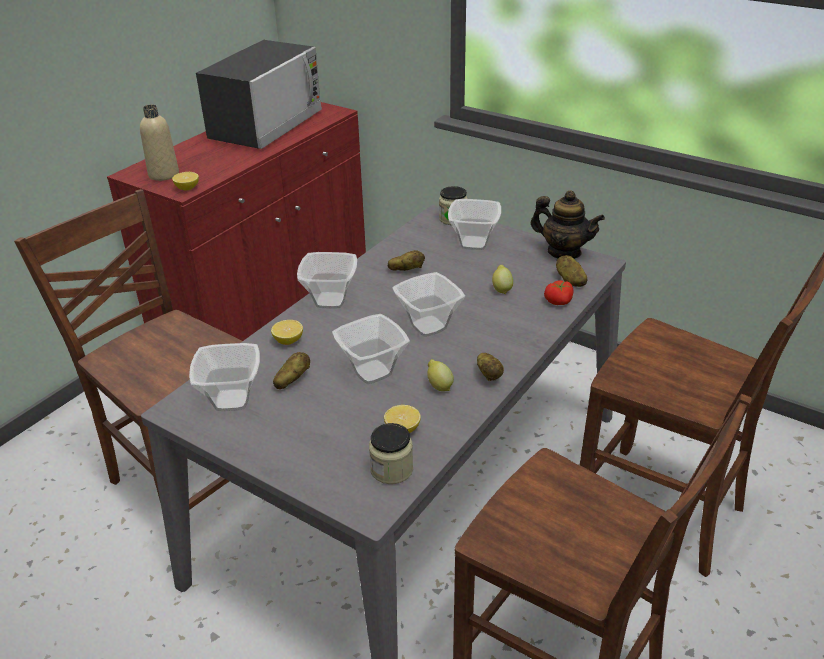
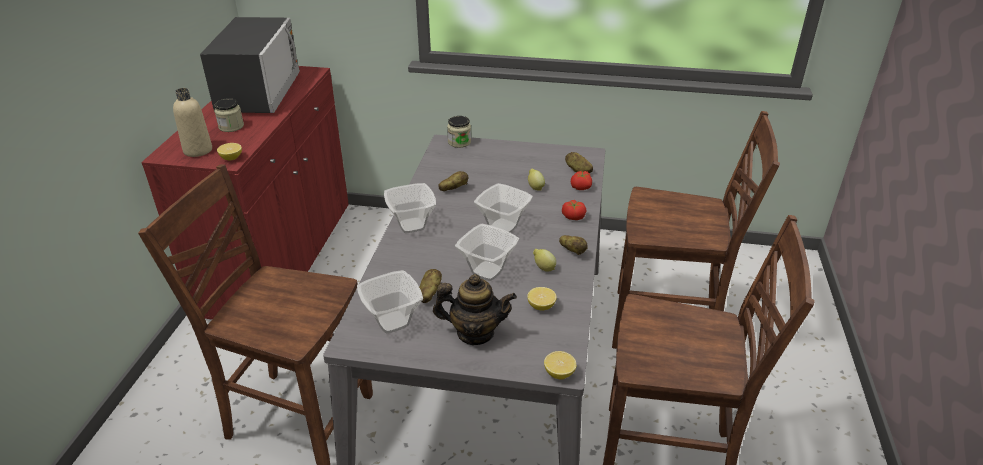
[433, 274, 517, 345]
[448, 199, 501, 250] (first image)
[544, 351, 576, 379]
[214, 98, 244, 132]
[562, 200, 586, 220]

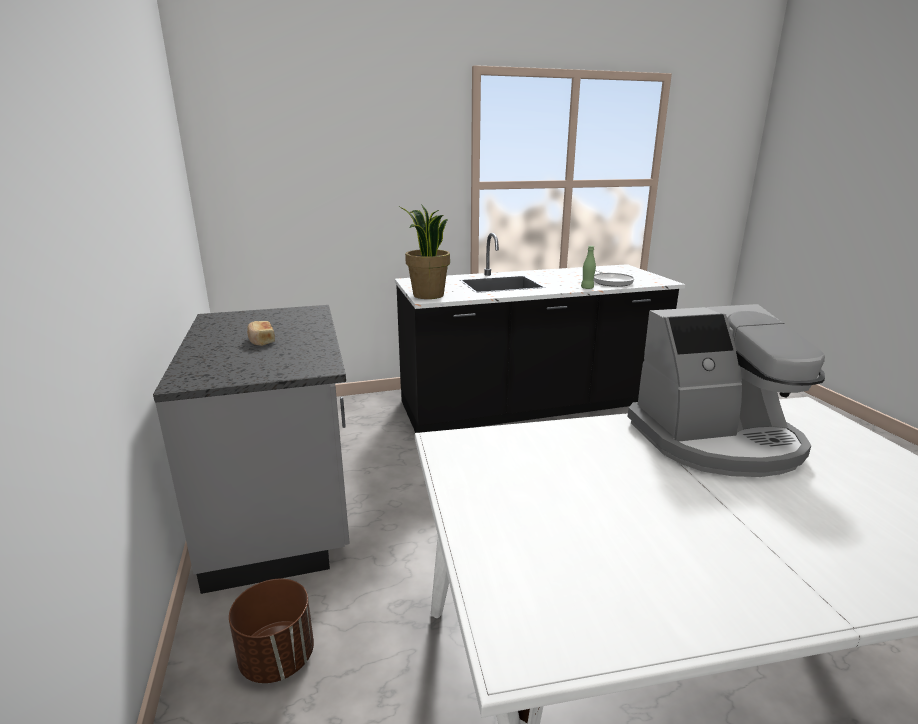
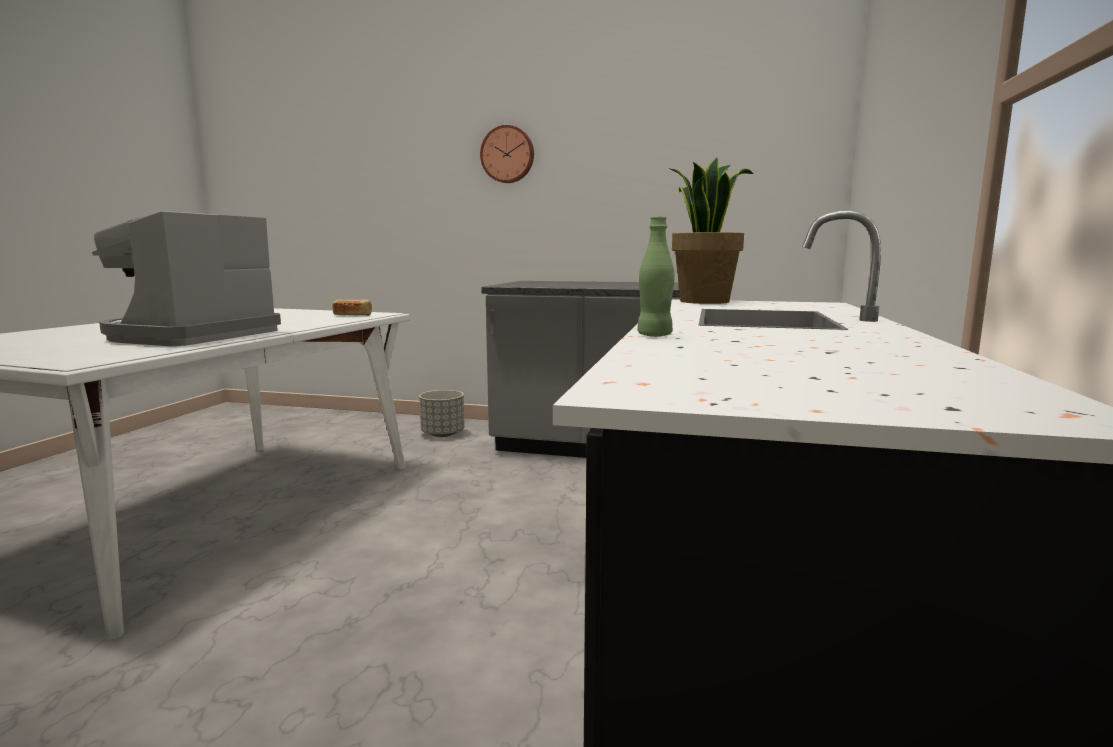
[594, 270, 635, 287] (first image)
[332, 300, 372, 316]
[419, 390, 465, 437]
[480, 125, 534, 183]

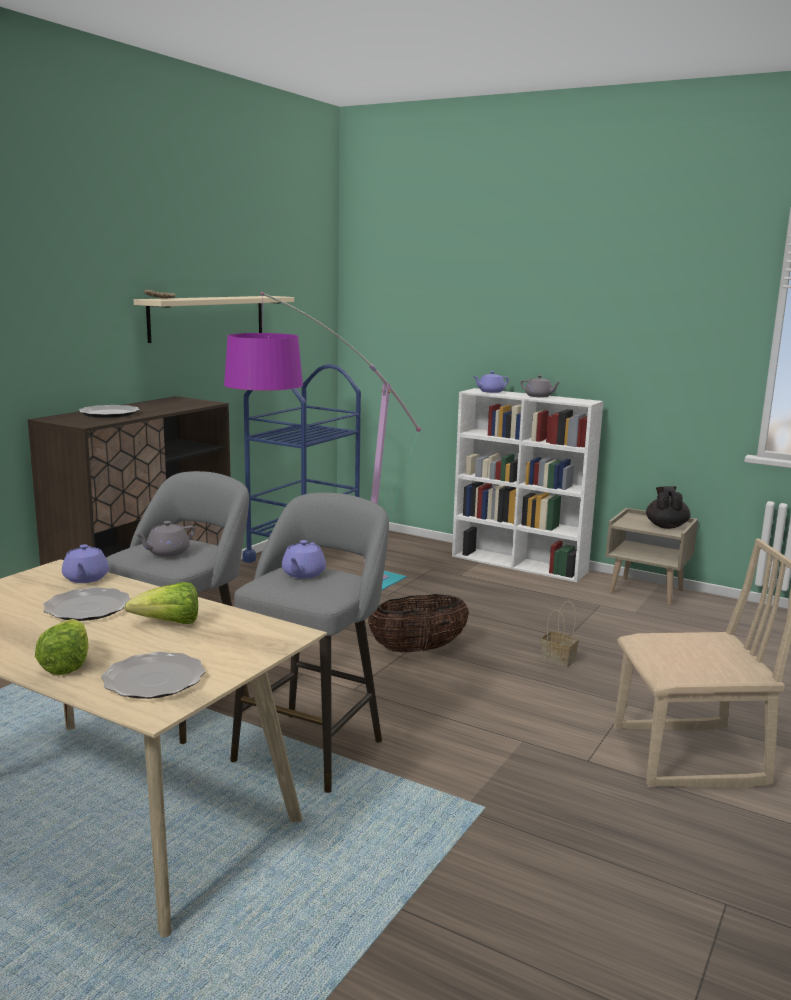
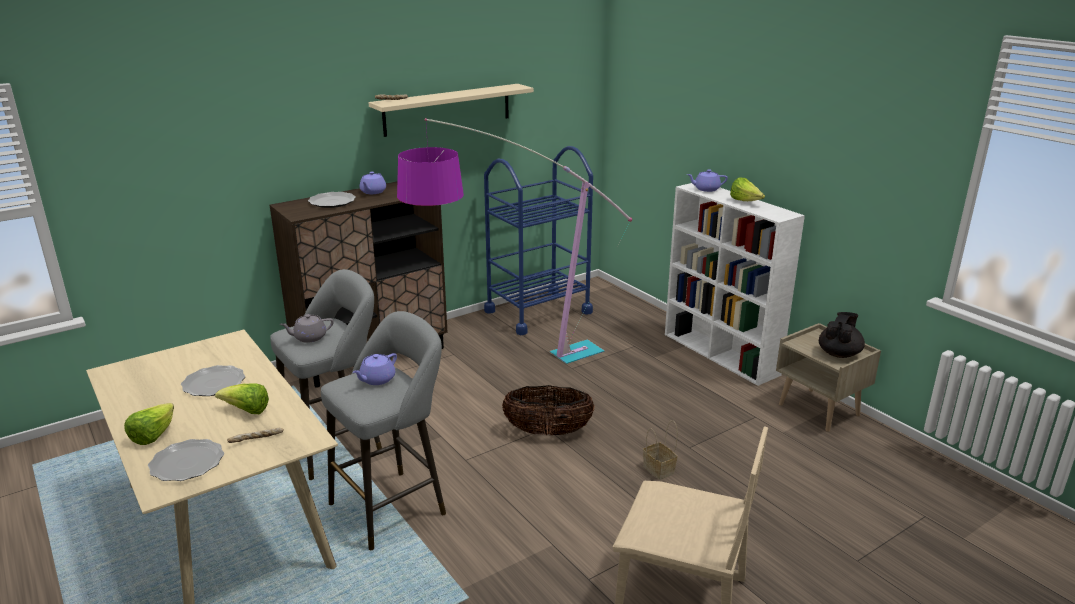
[730, 177, 765, 201]
[360, 172, 386, 194]
[227, 428, 284, 443]

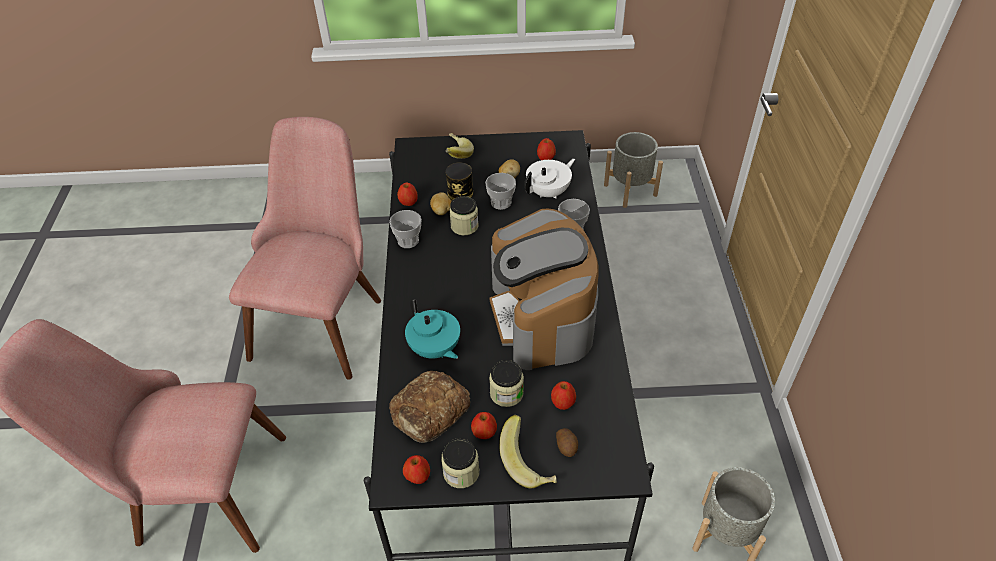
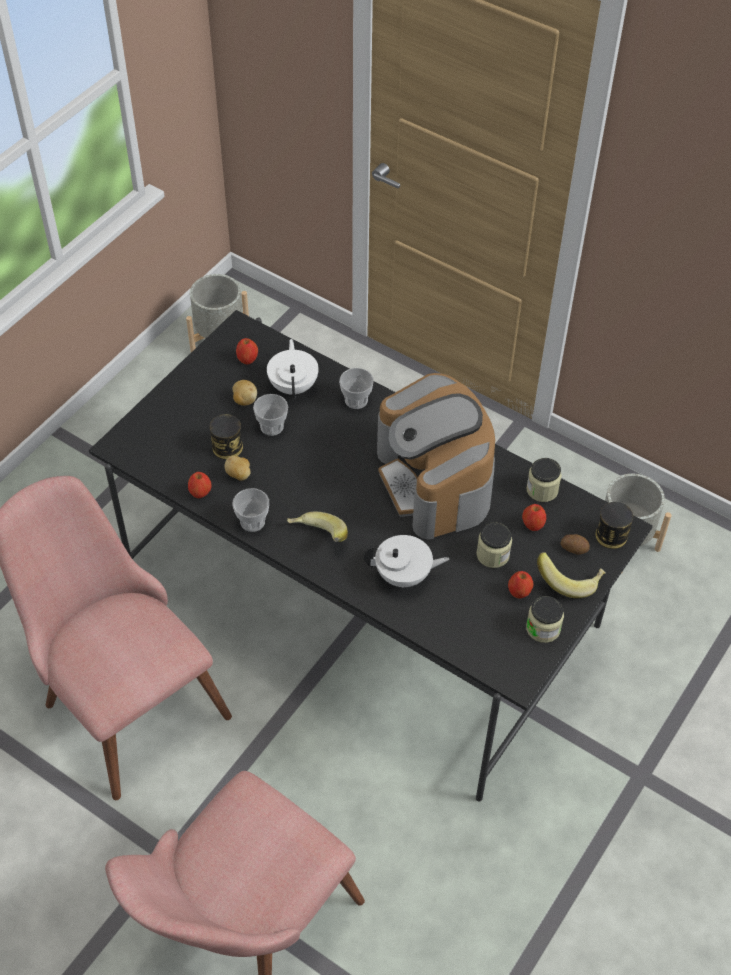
[287, 512, 348, 542]
[526, 458, 562, 502]
[377, 373, 495, 539]
[364, 535, 449, 588]
[389, 371, 471, 443] (first image)
[403, 455, 430, 484] (first image)
[595, 502, 633, 549]

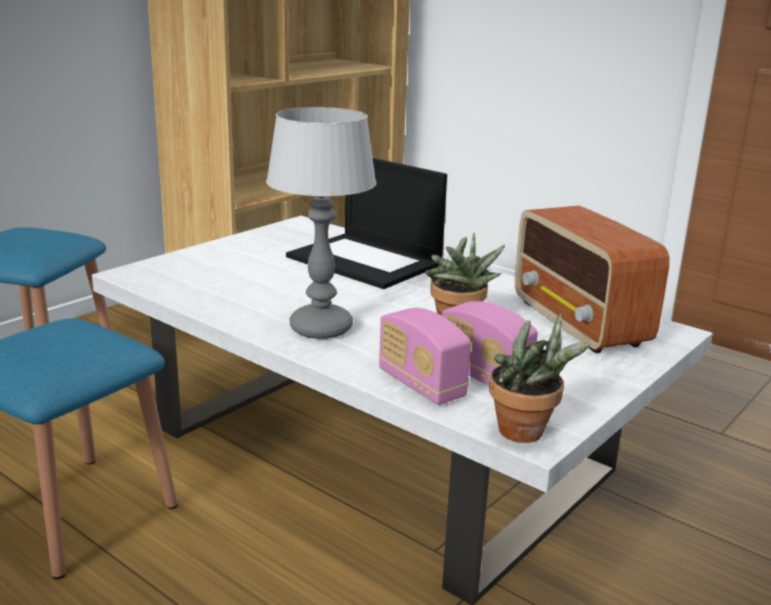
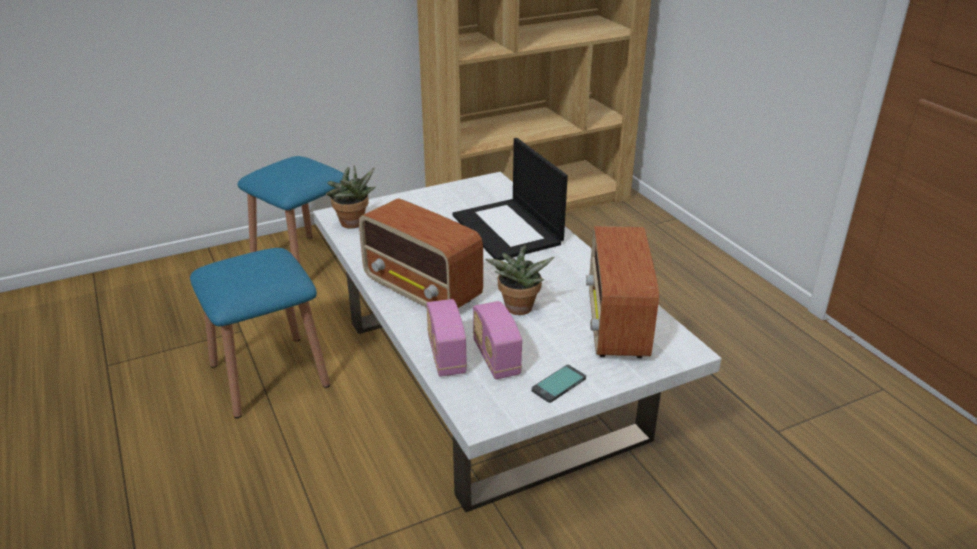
[359, 198, 483, 308]
[326, 165, 375, 229]
[532, 365, 586, 403]

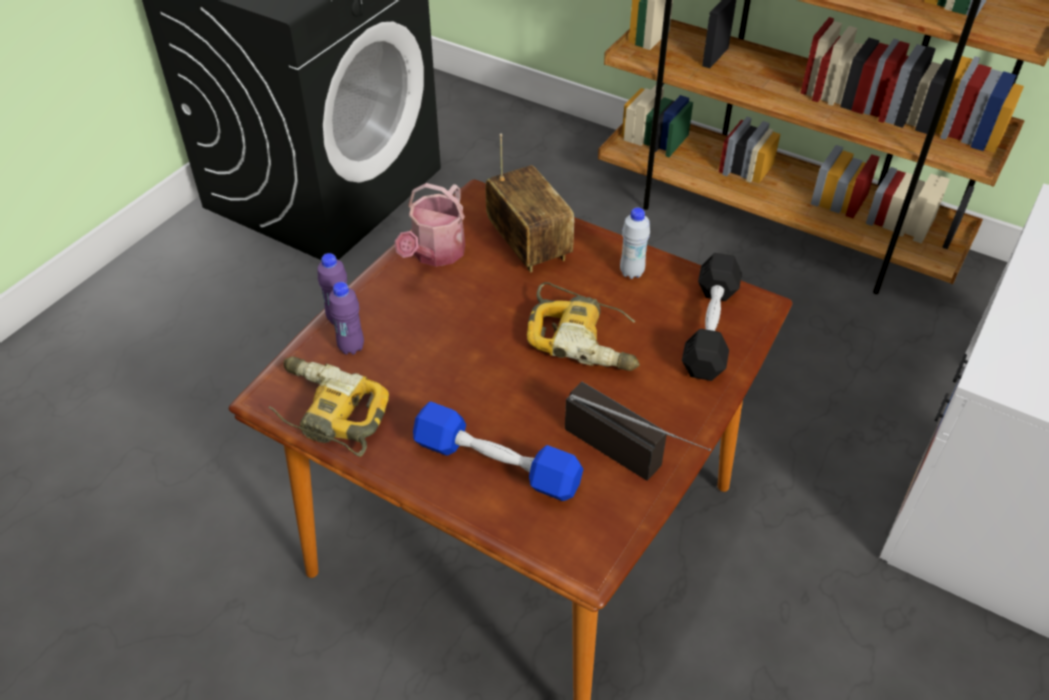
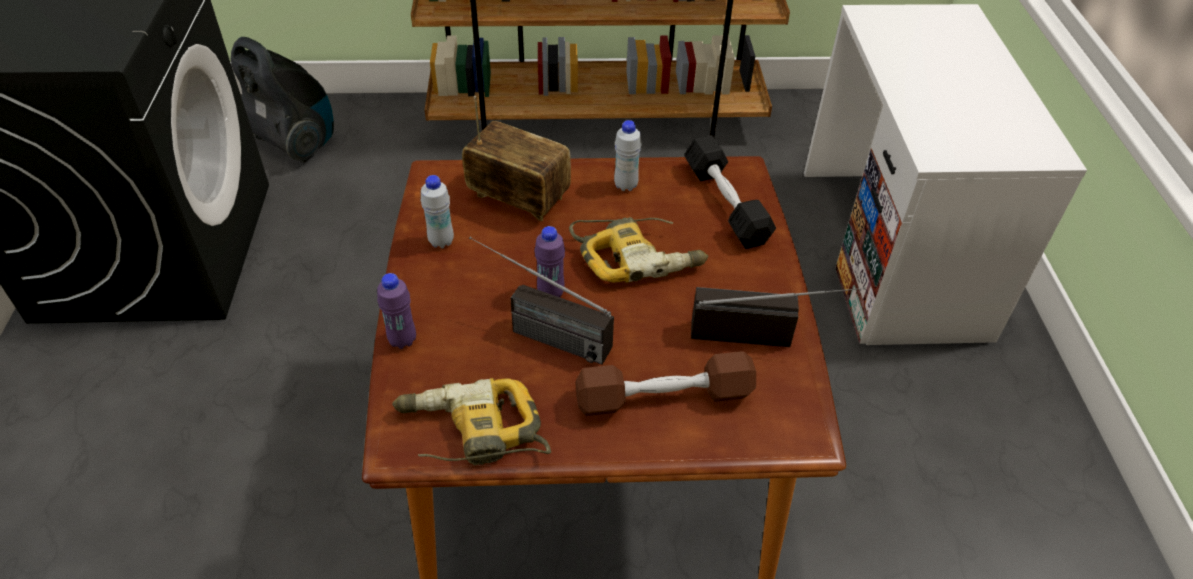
[421, 175, 454, 248]
[535, 226, 565, 297]
[575, 351, 756, 416]
[231, 37, 334, 163]
[469, 237, 614, 365]

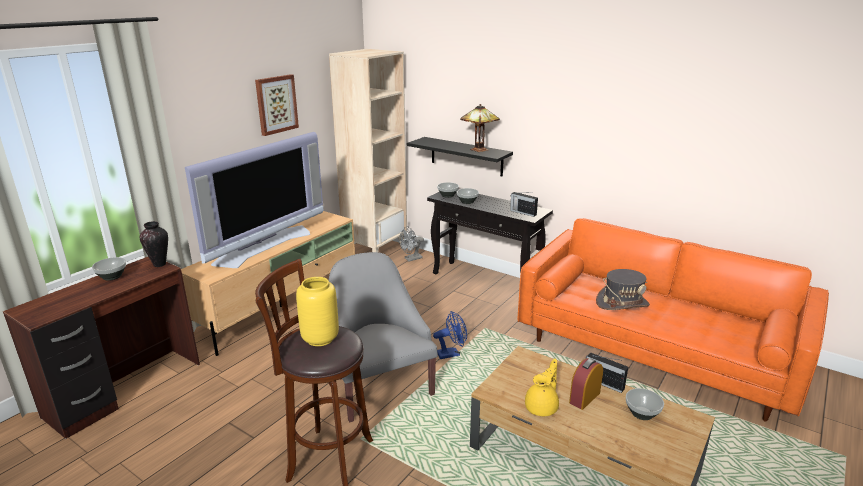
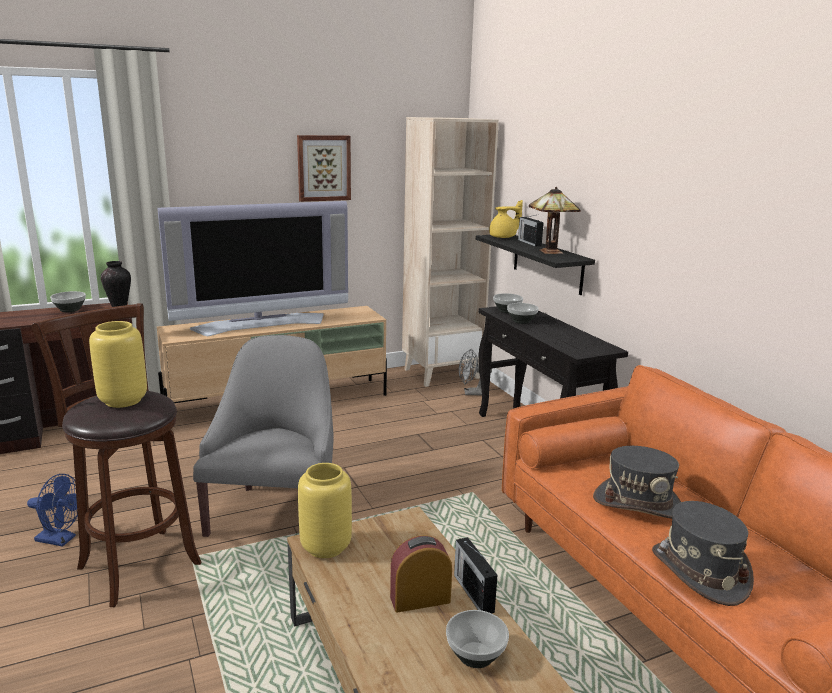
[518, 215, 544, 246]
[27, 474, 78, 547]
[489, 200, 523, 238]
[298, 463, 352, 558]
[652, 501, 754, 606]

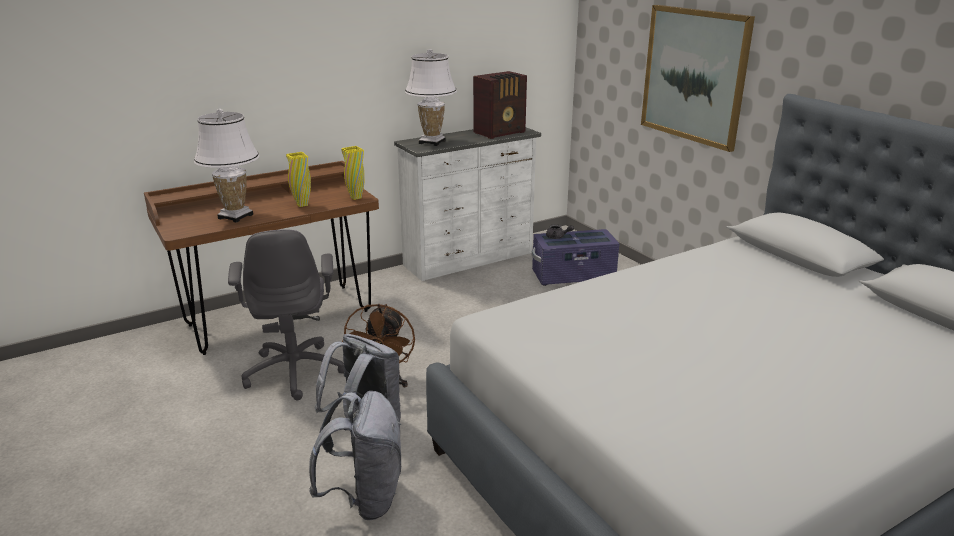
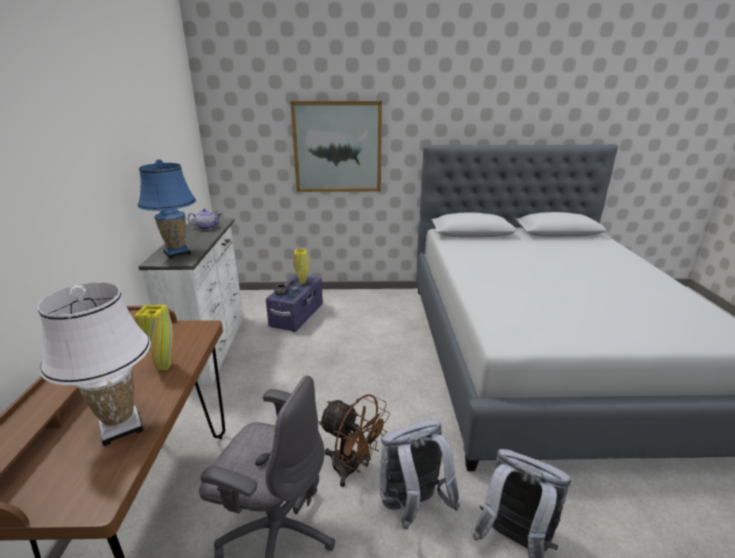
[138, 159, 196, 259]
[188, 208, 222, 230]
[293, 249, 309, 284]

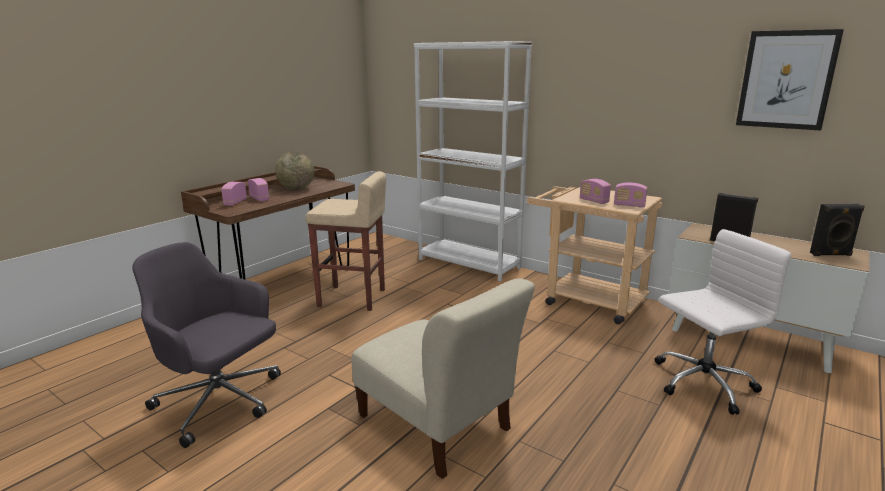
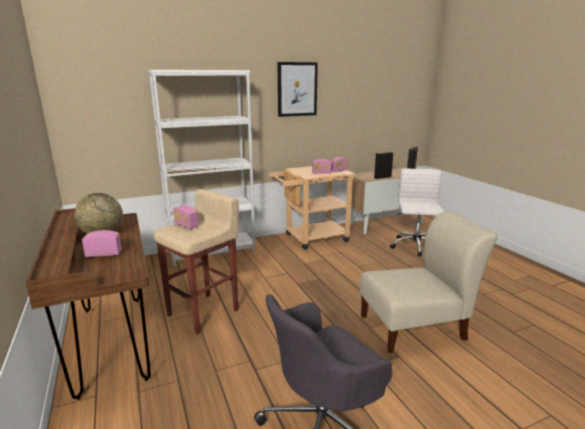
[278, 62, 318, 117]
[173, 205, 198, 229]

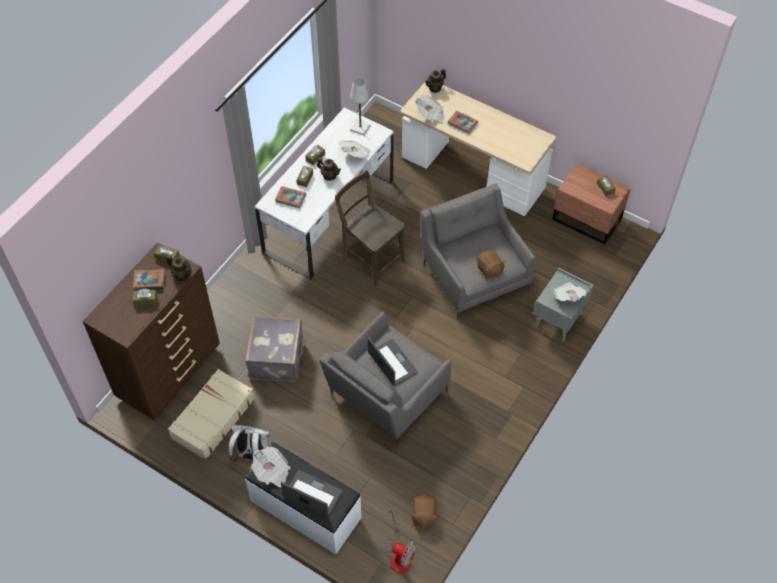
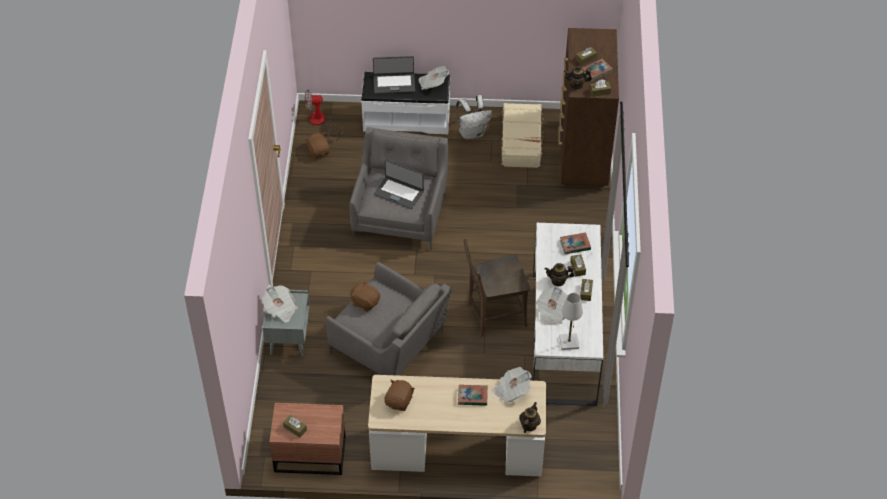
[464, 239, 530, 337]
[245, 316, 306, 382] (first image)
[384, 380, 415, 411]

